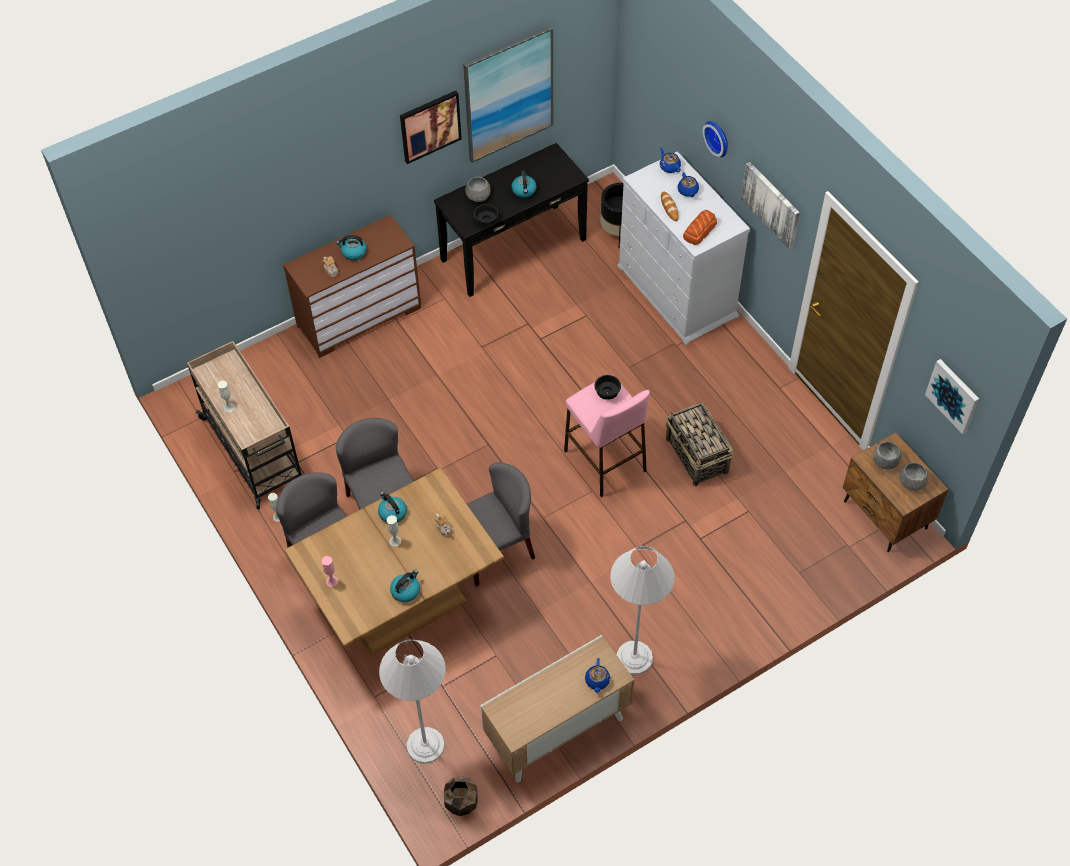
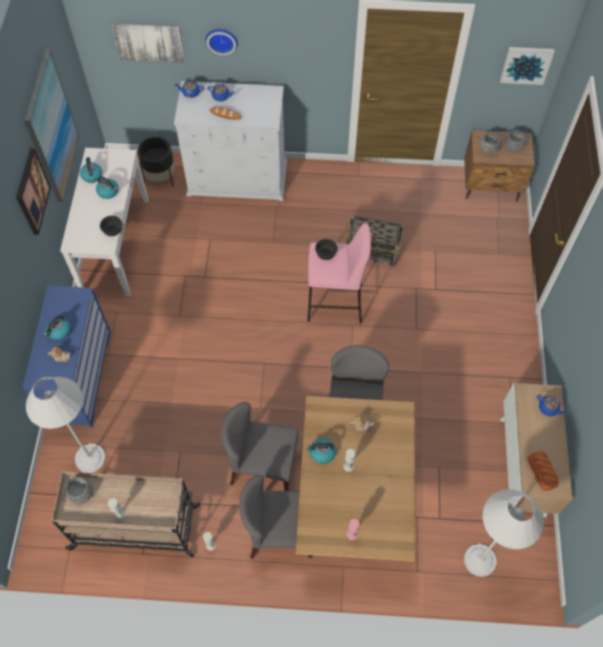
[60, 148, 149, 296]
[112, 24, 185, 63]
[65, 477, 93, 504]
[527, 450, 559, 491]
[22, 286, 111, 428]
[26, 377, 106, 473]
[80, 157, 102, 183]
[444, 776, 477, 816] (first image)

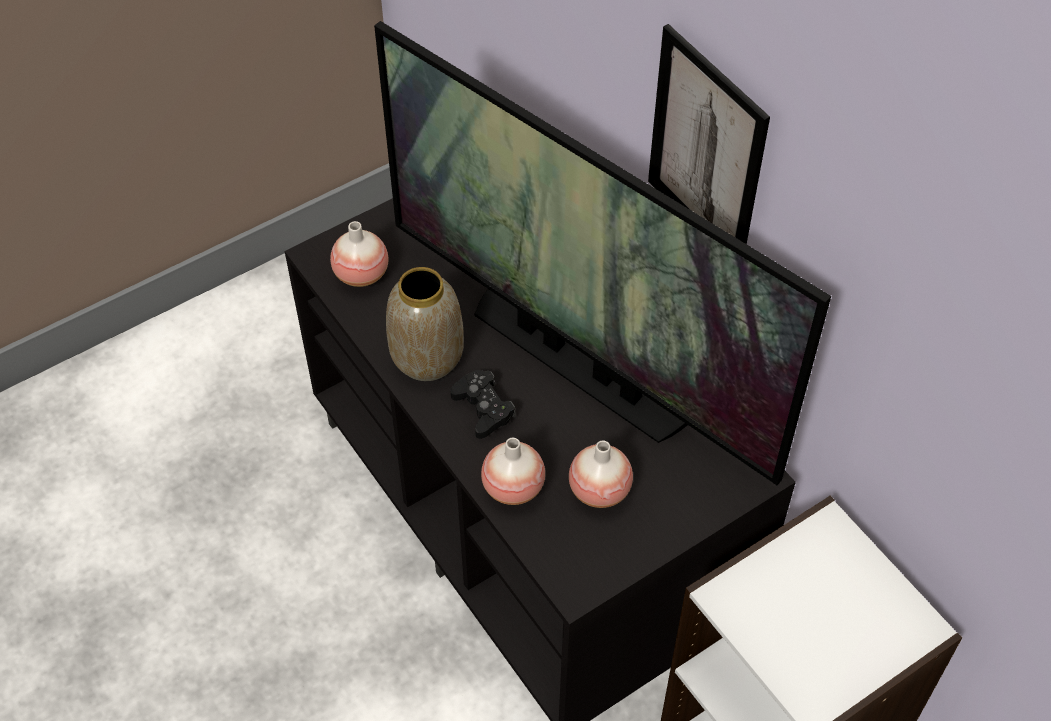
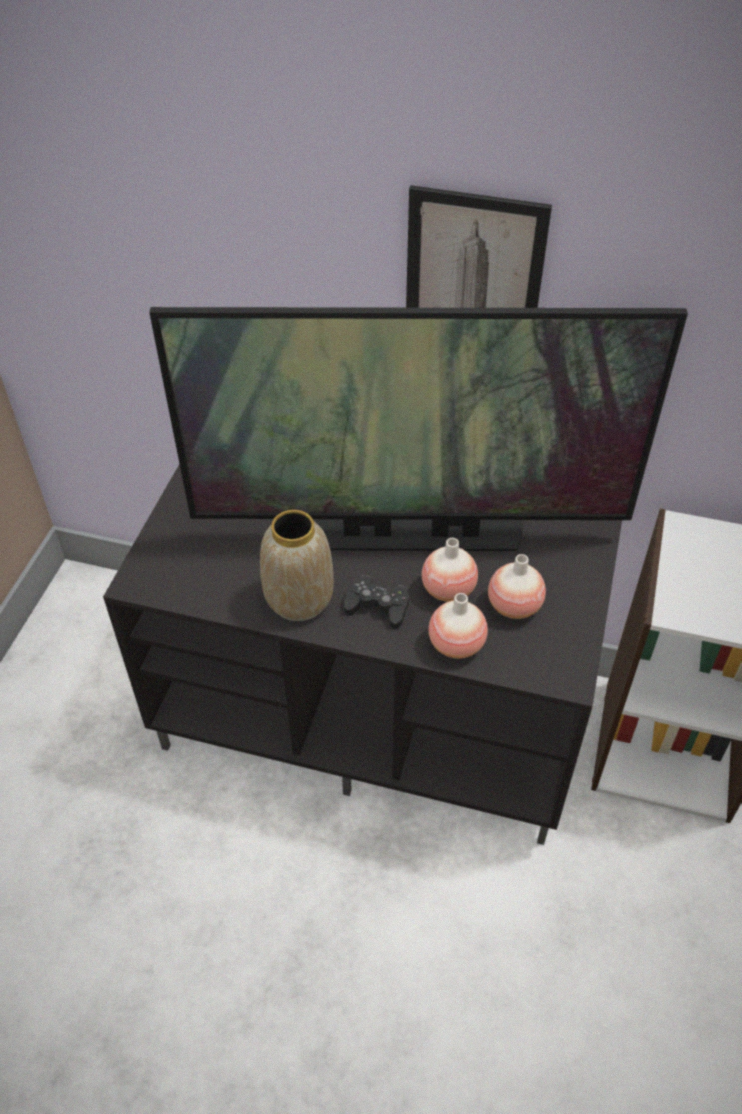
[422, 538, 478, 602]

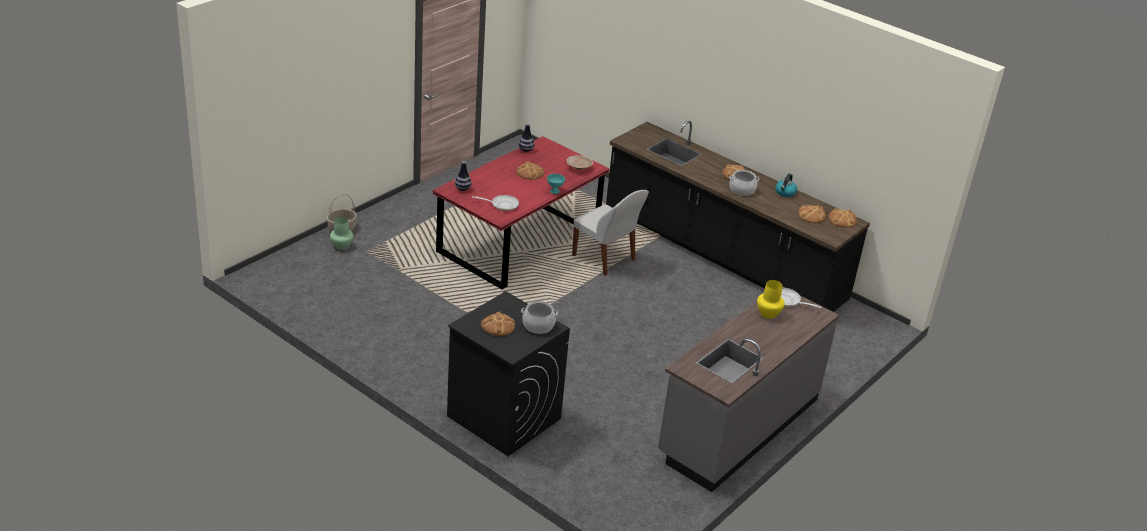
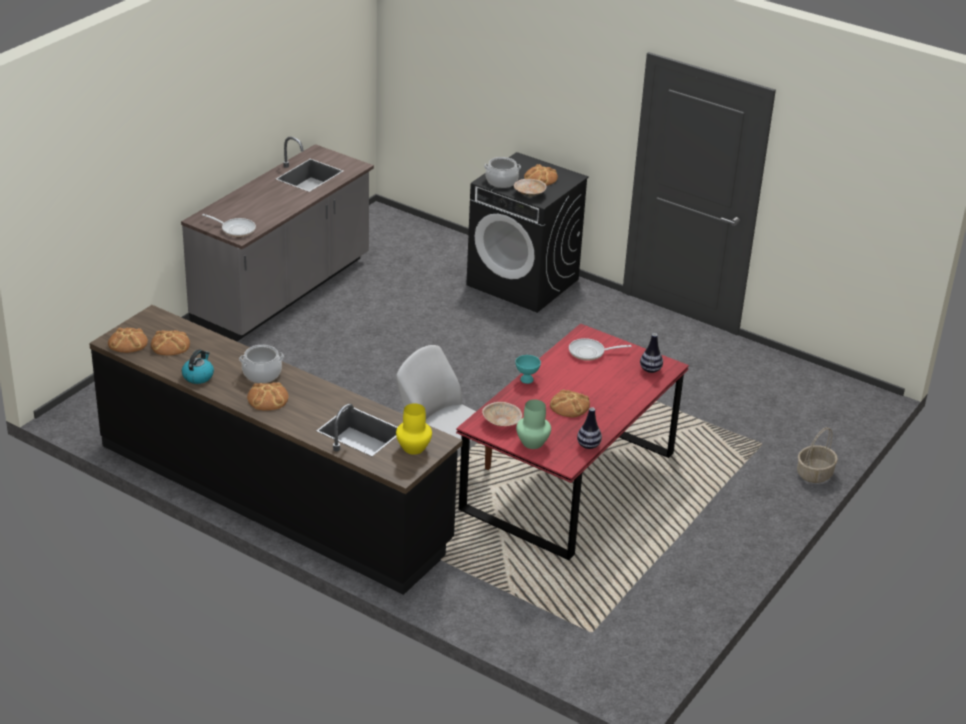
[516, 400, 551, 449]
[396, 403, 432, 455]
[514, 179, 547, 197]

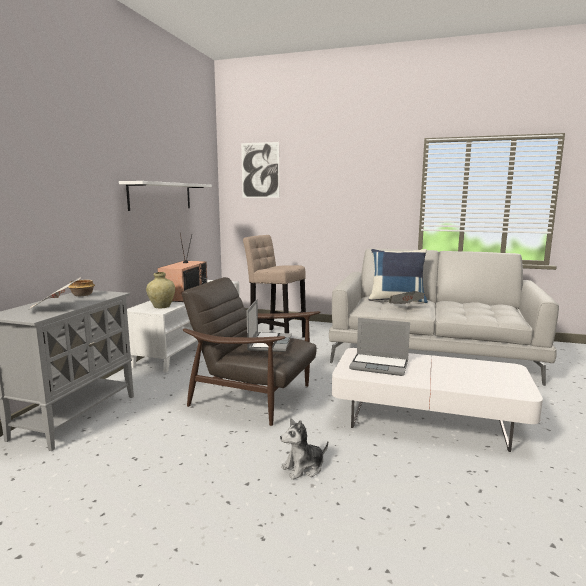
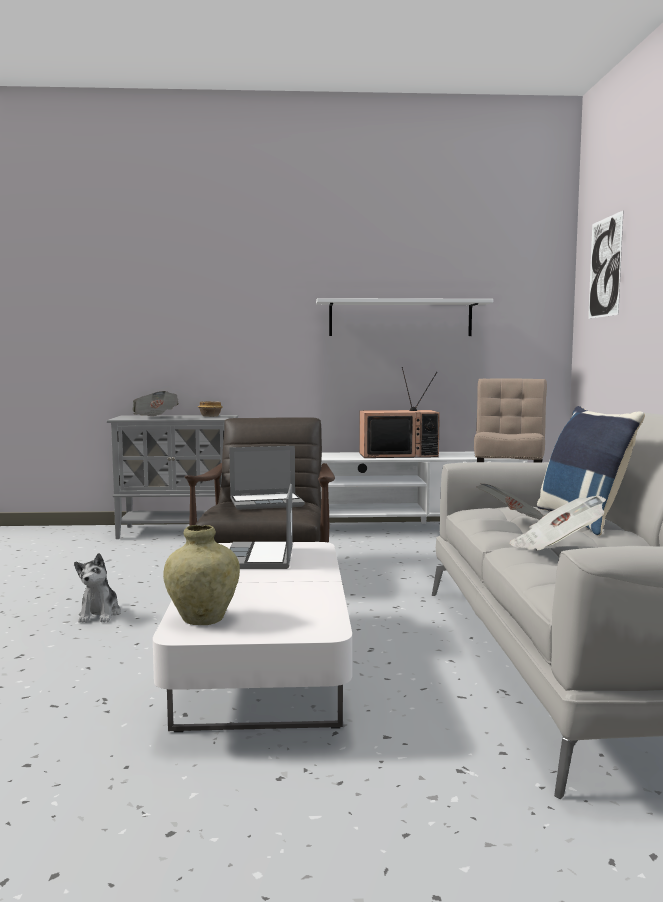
[163, 525, 240, 625]
[74, 553, 121, 623]
[510, 496, 606, 551]

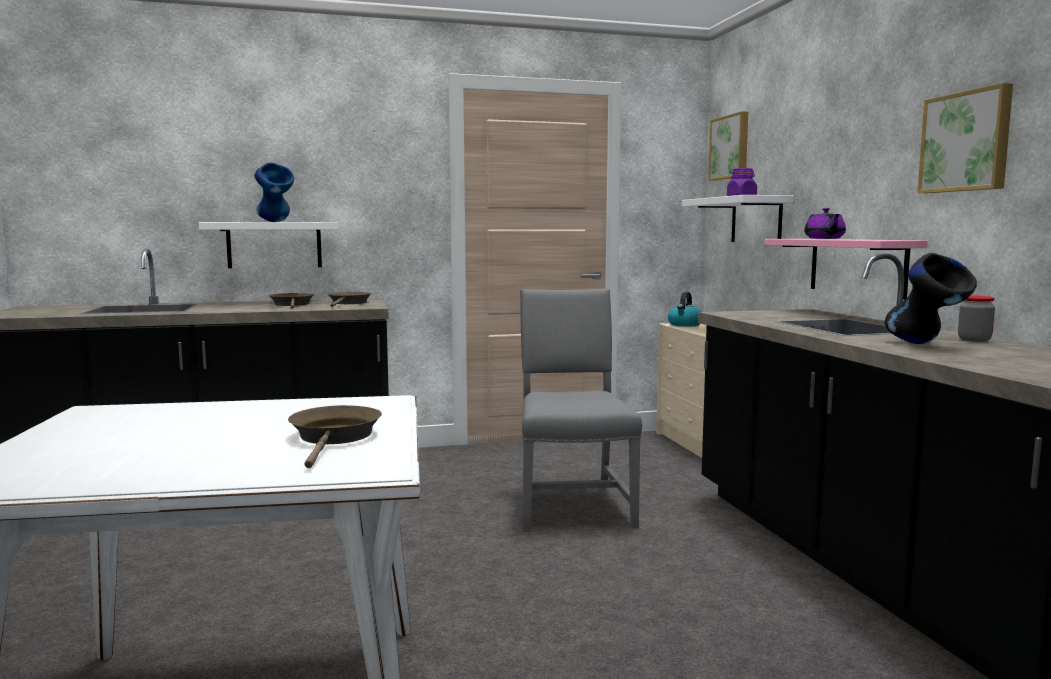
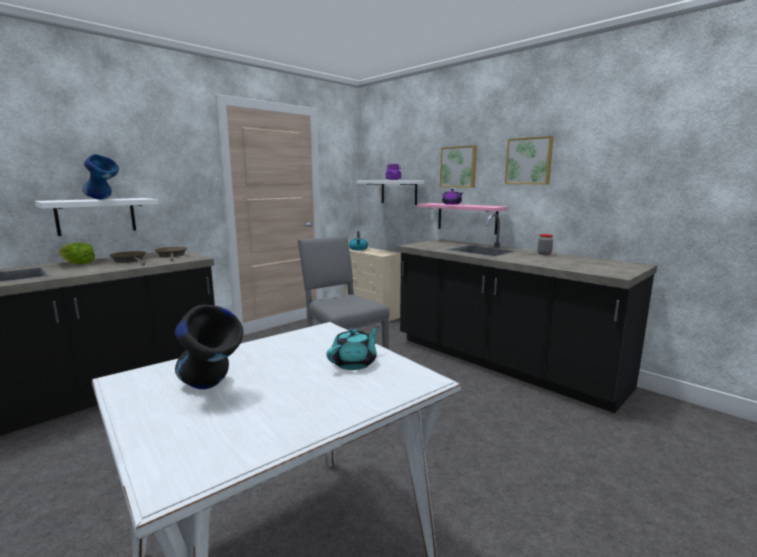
[440, 145, 477, 188]
[175, 304, 243, 389]
[327, 326, 379, 370]
[59, 243, 95, 264]

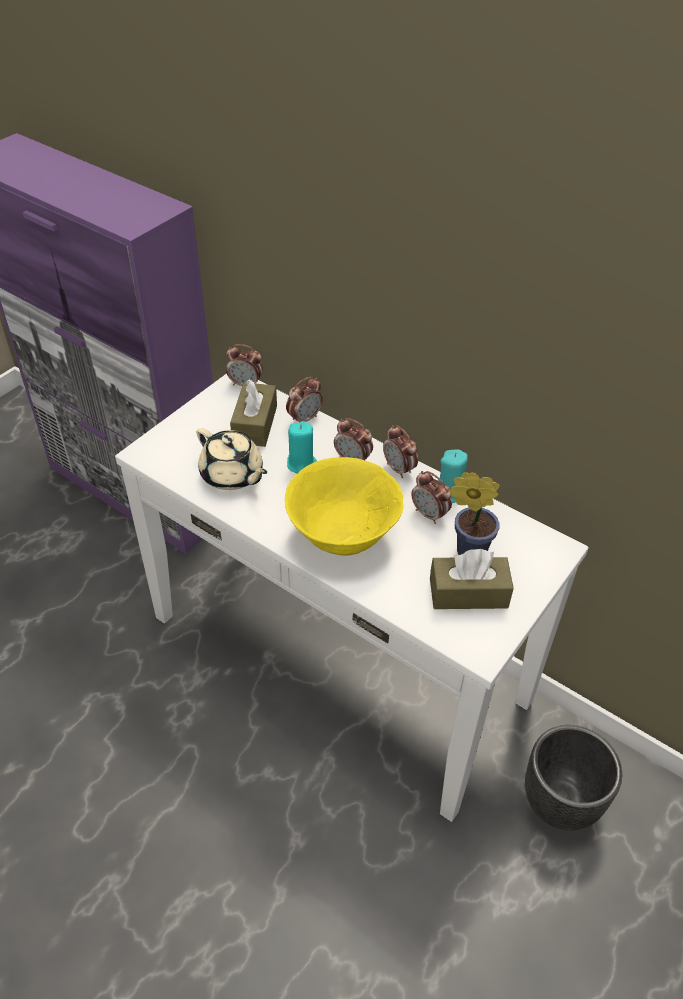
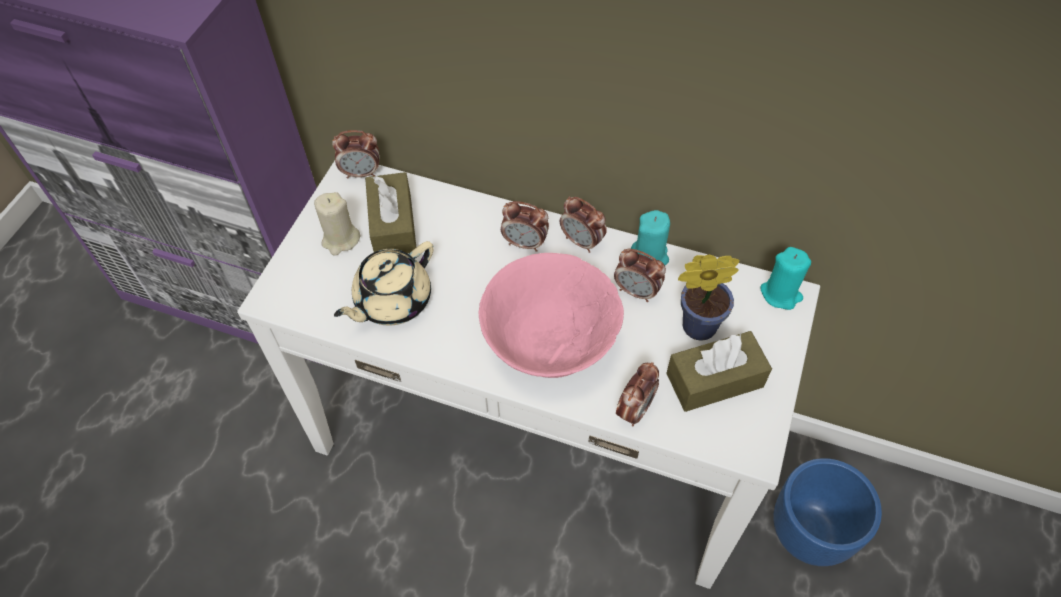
[616, 362, 659, 426]
[760, 247, 811, 310]
[334, 241, 434, 325]
[479, 253, 624, 378]
[773, 458, 882, 566]
[314, 192, 360, 256]

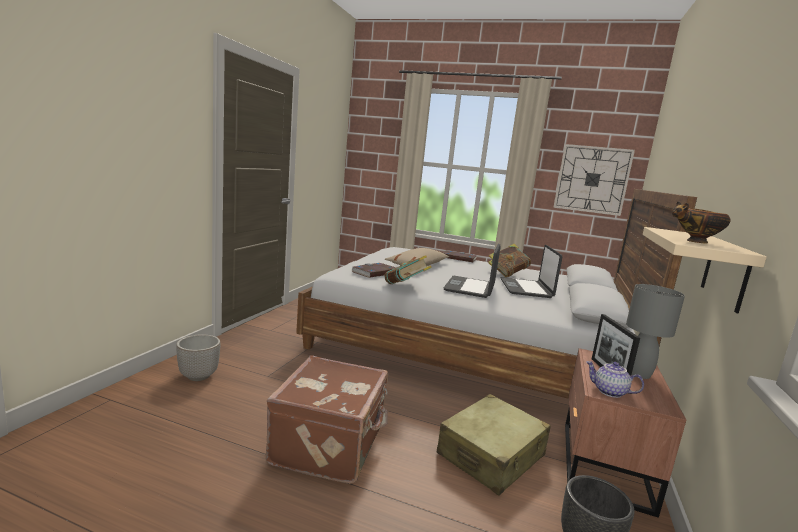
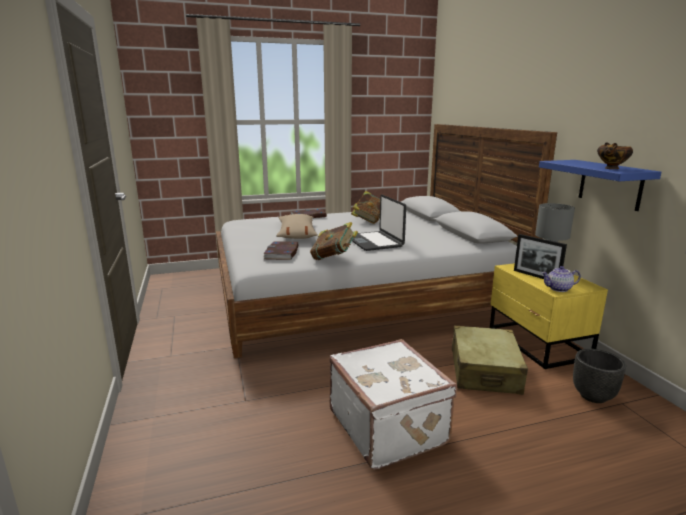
[553, 144, 635, 216] (first image)
[539, 160, 662, 211]
[501, 245, 562, 298] (first image)
[176, 334, 220, 381] (first image)
[490, 263, 608, 369]
[330, 339, 457, 470]

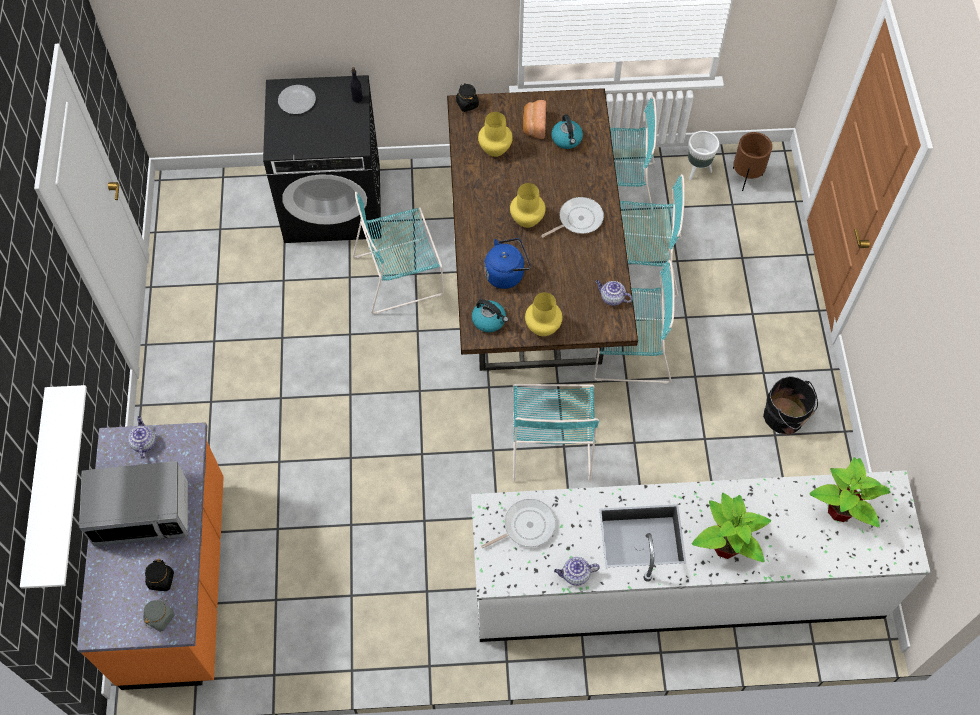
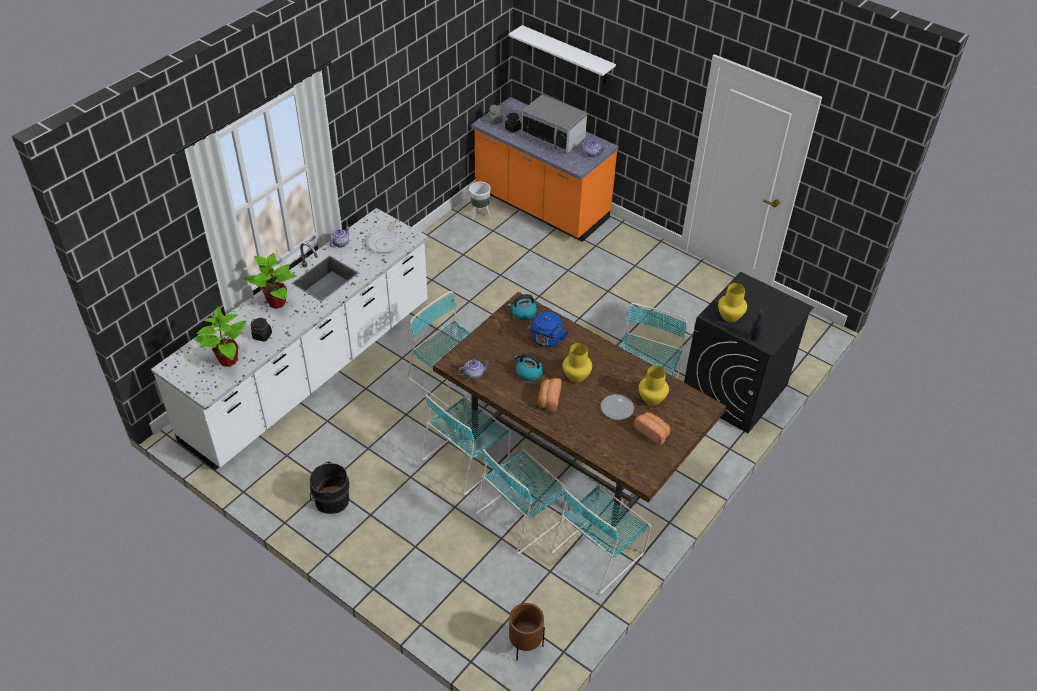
[250, 318, 272, 342]
[601, 394, 634, 420]
[514, 353, 543, 381]
[469, 182, 491, 219]
[538, 378, 562, 412]
[718, 283, 747, 322]
[522, 95, 587, 154]

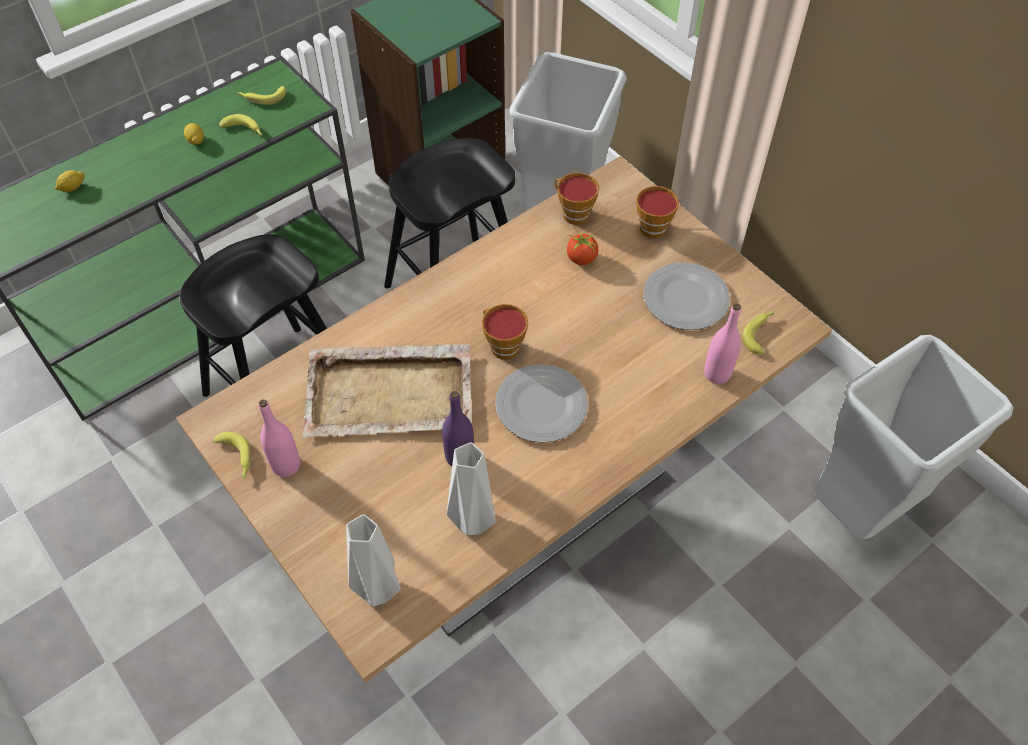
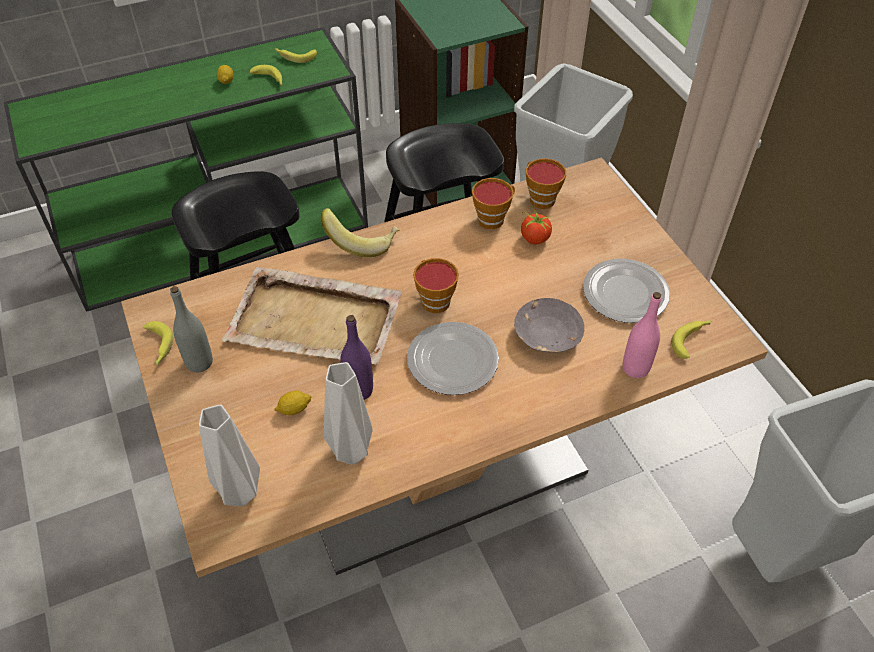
[275, 391, 312, 415]
[472, 178, 515, 229]
[170, 286, 213, 373]
[321, 208, 399, 257]
[514, 298, 584, 353]

